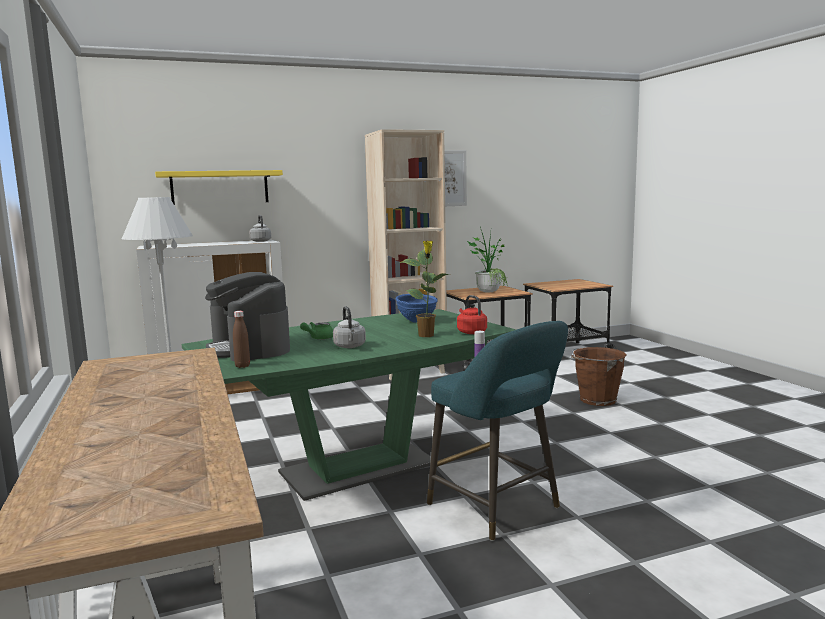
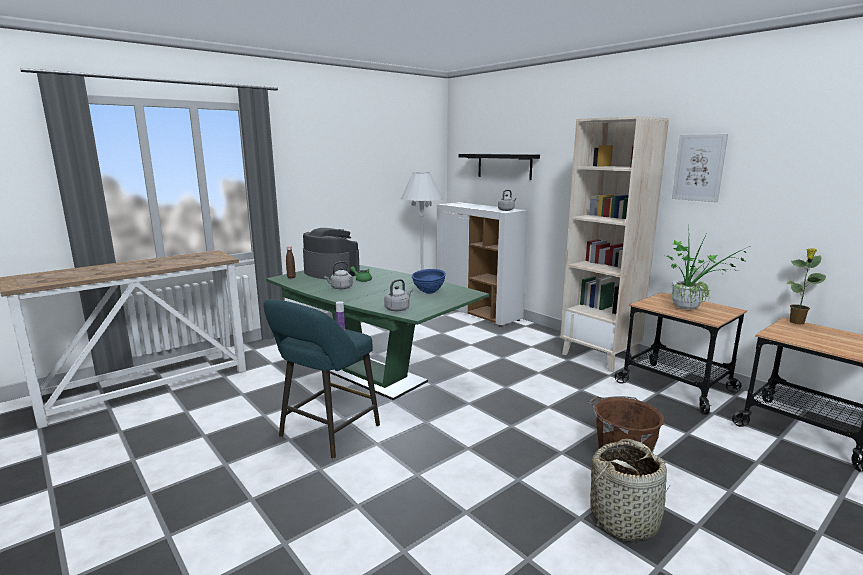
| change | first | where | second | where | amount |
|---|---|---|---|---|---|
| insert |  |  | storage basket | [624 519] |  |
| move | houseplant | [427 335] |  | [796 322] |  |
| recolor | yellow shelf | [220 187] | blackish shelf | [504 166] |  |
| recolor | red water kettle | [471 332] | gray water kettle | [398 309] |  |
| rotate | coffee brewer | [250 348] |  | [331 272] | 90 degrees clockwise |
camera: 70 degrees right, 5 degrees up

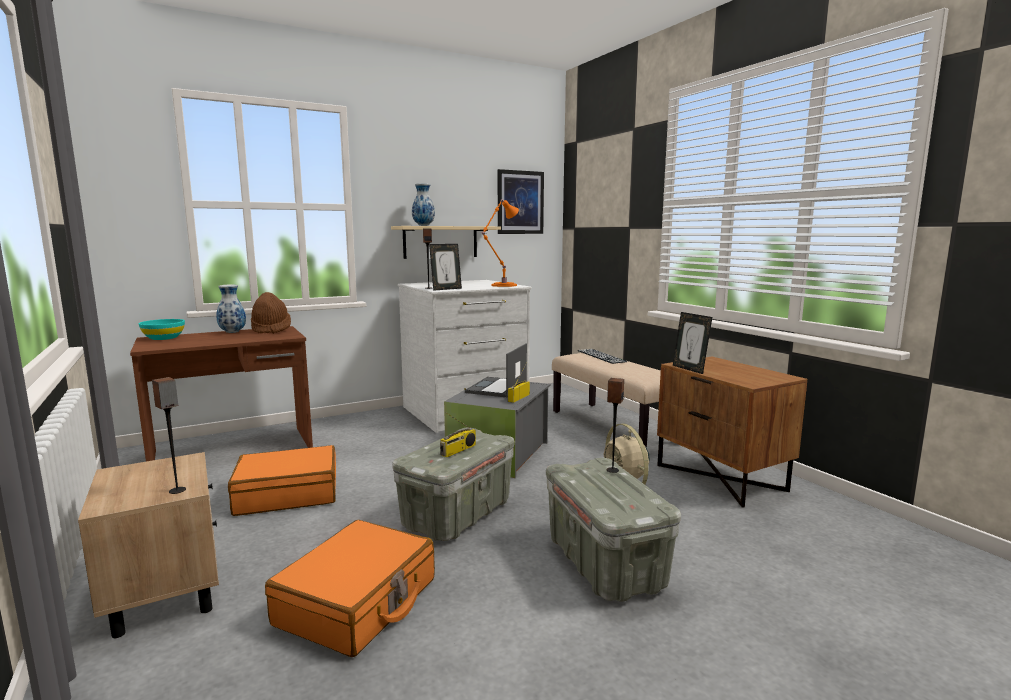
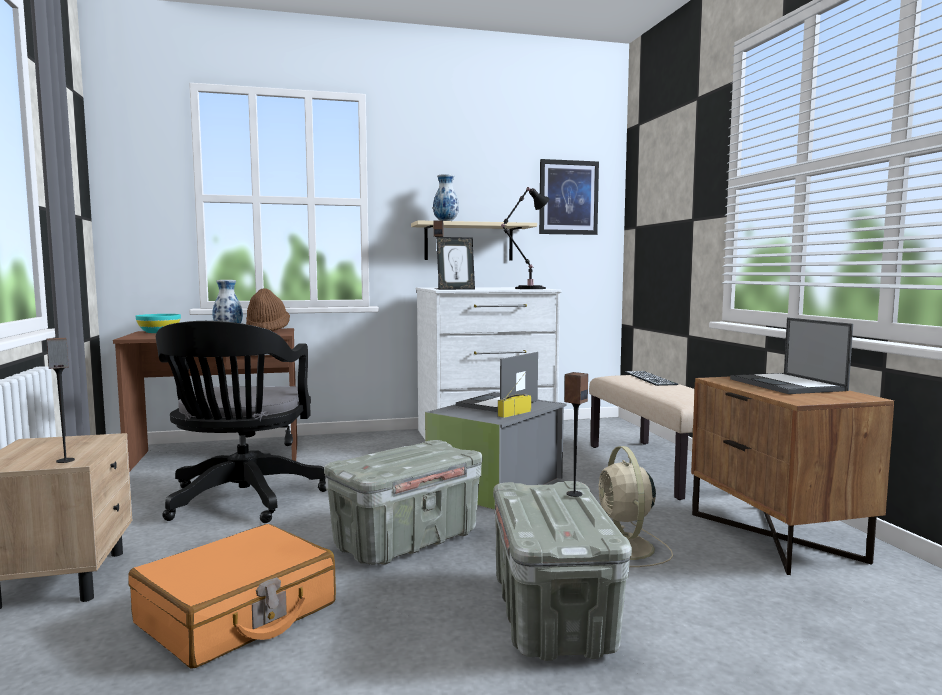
| change | first | where | second | where | amount |
|---|---|---|---|---|---|
| delete | radio | [458 450] |  |  |  |
| delete | picture frame | [689 369] |  |  |  |
| insert |  |  | laptop | [788 385] |  |
| replace | orangey suitcase | [288 494] | blackish office chair | [241 501] |  |
| recolor | orangey lamp for a table | [502 285] | blackish lamp for a table | [527 288] |  |
camera: 15 degrees right, 5 degrees down

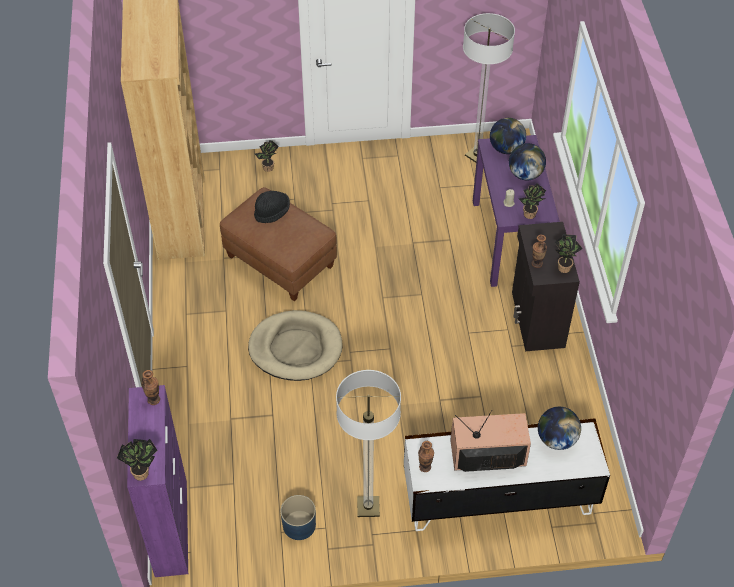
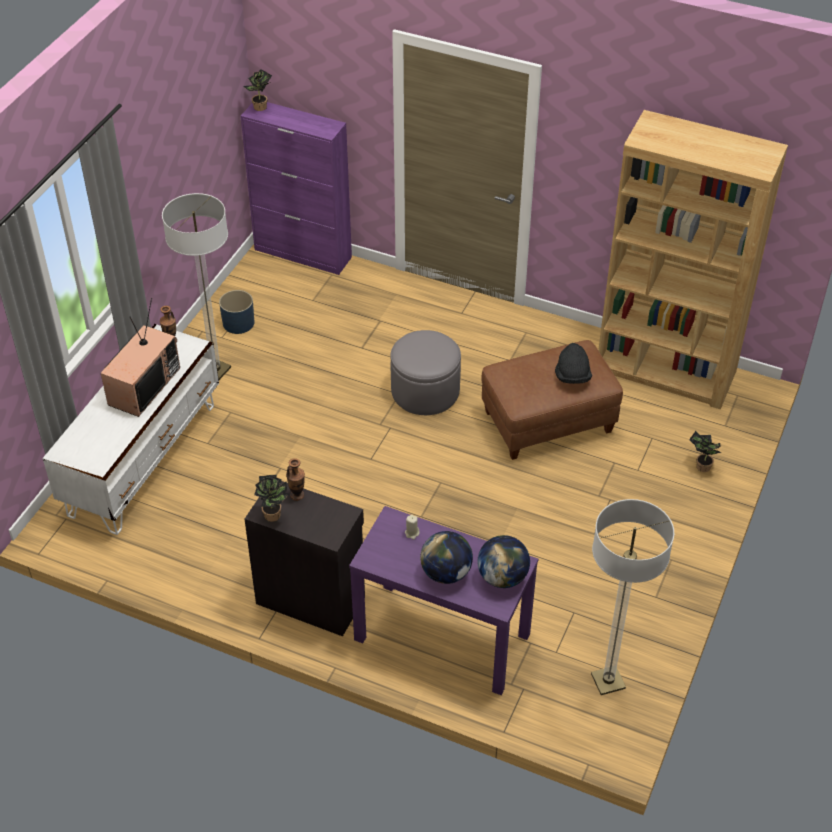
| change | first | where | second | where | amount |
|---|---|---|---|---|---|
| delete | vase | [153 400] |  |  |  |
| delete | houseplant | [530 216] |  |  |  |
| delete | desk globe | [556 439] |  |  |  |
| replace | sand-coloured pet bed | [295 348] | gray pouffe | [425 391] |  |
camera: 120 degrees right, 5 degrees down

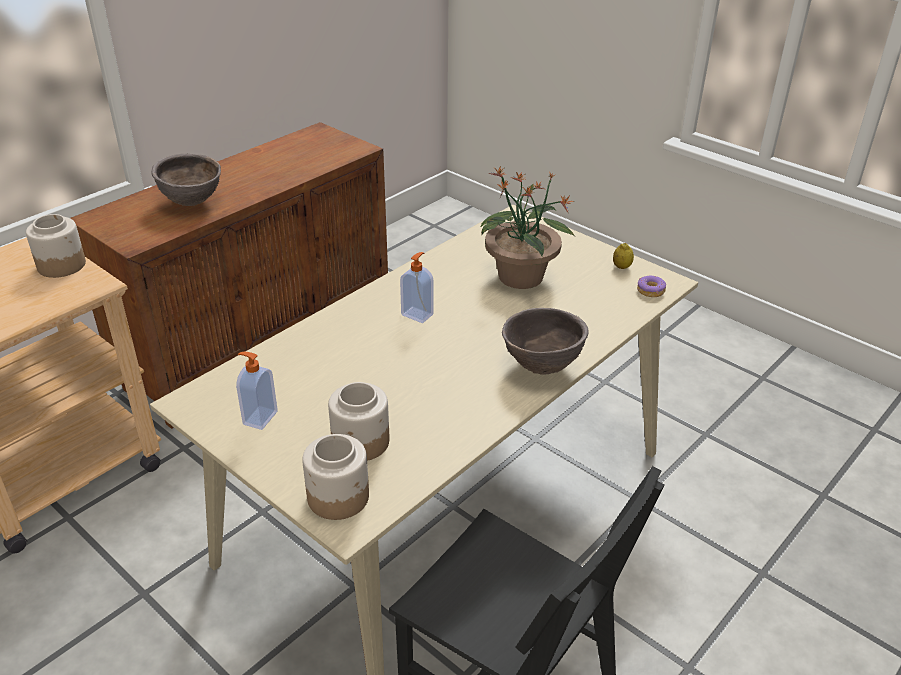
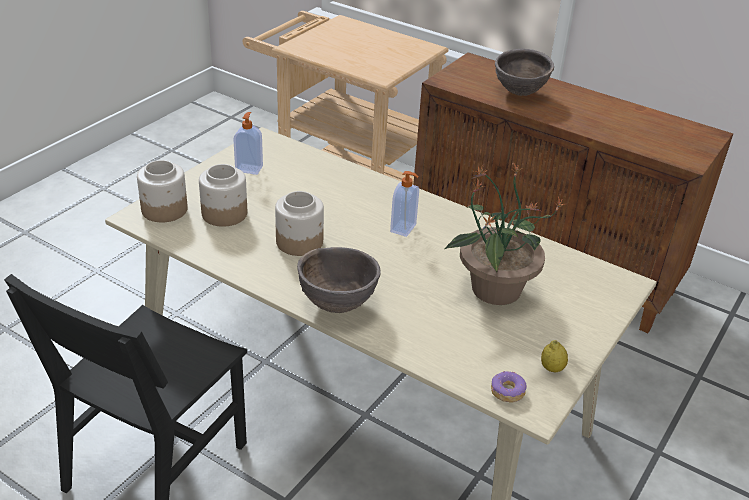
| change | first | where | second | where | amount |
|---|---|---|---|---|---|
| move | jar | [62 265] |  | [300 242] |  |
camera: 80 degrees right, 0 degrees up

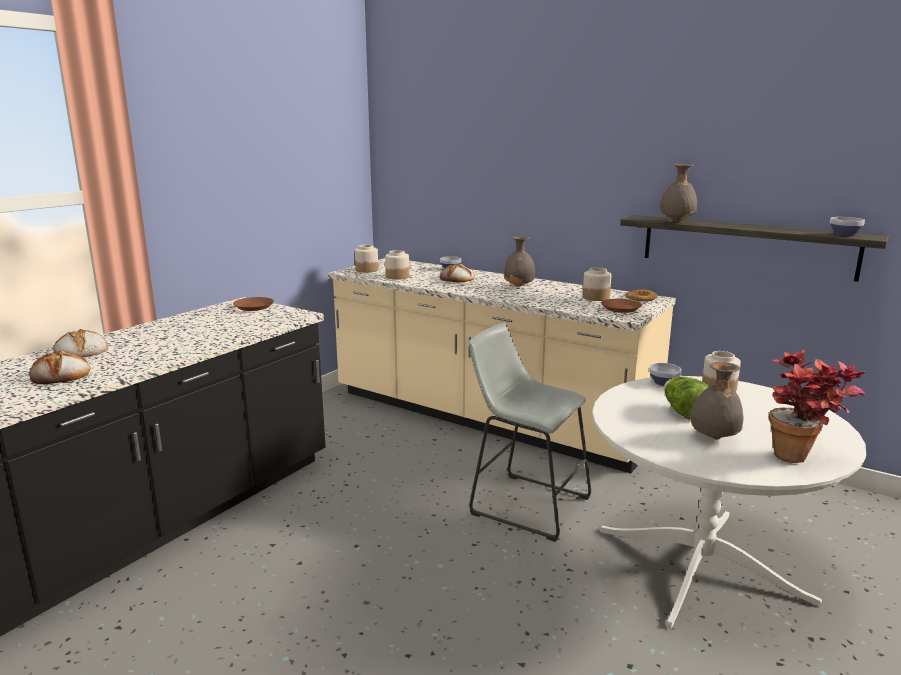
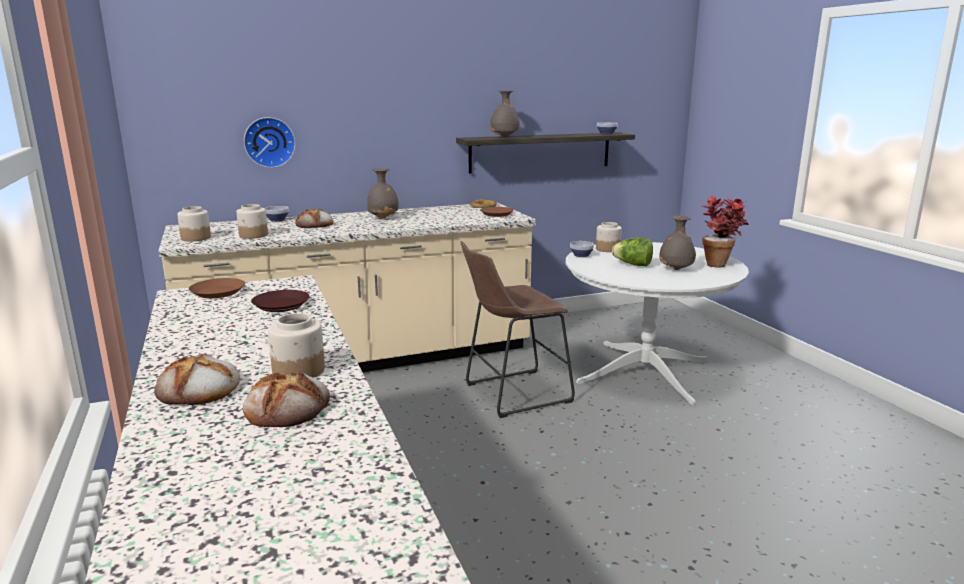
| change | first | where | second | where | amount |
|---|---|---|---|---|---|
| insert |  |  | wall clock | [269 142] |  |
| insert |  |  | brown dinner plate | [281 305] |  |
| move | jar | [595 297] |  | [298 371] |  |
| recolor | gray sitting stool | [524 503] | brown sitting stool | [512 394] |  |
camera: 55 degrees left, 0 degrees up

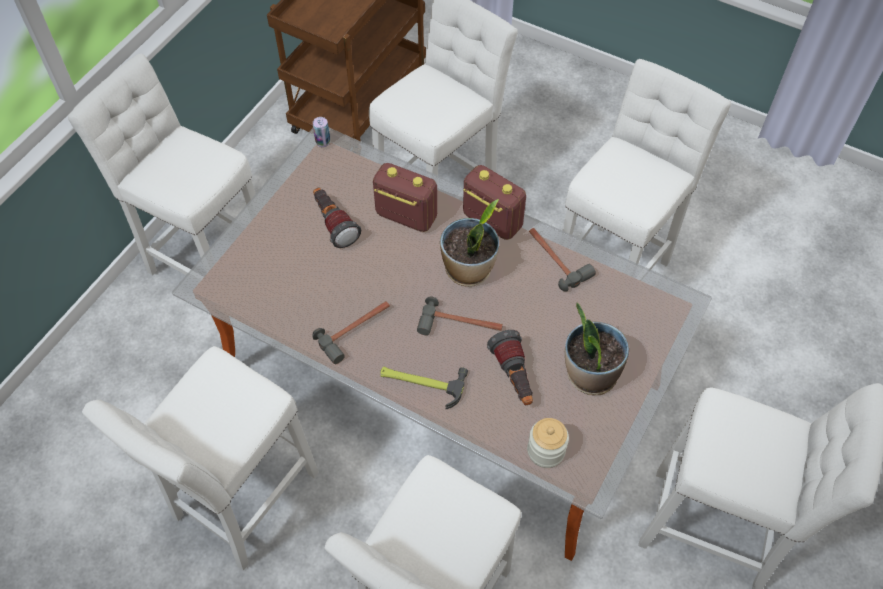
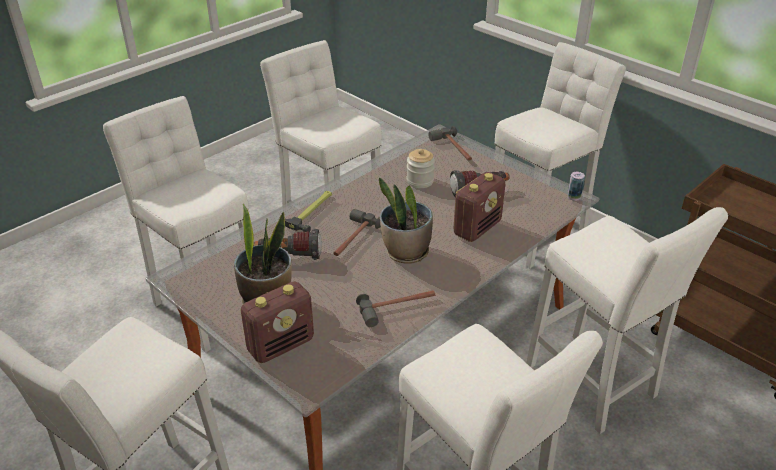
| change | first | where | second | where | amount |
|---|---|---|---|---|---|
| move | hammer | [356 330] |  | [453 149] |  |
| move | radio | [491 221] |  | [281 345] |  |
| move | jar | [546 451] |  | [420 181] |  |
camera: 105 degrees right, 20 degrees down

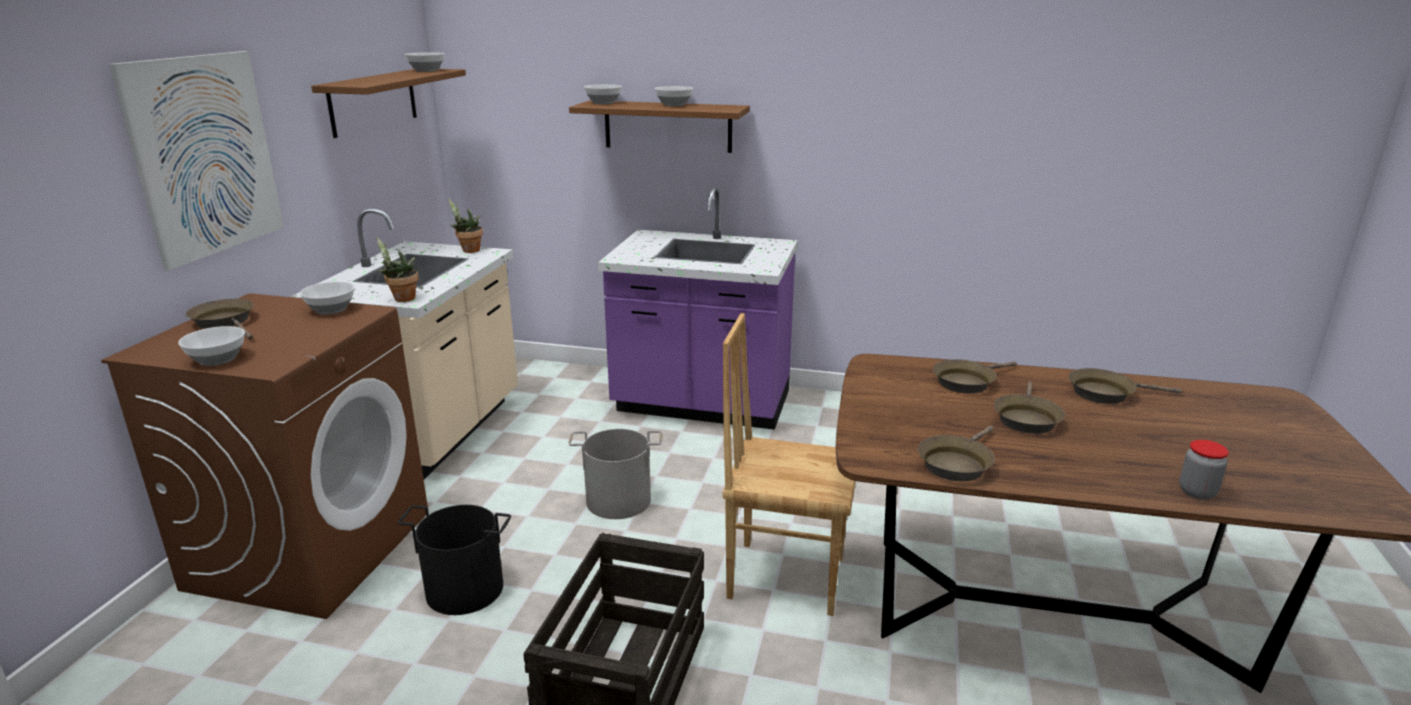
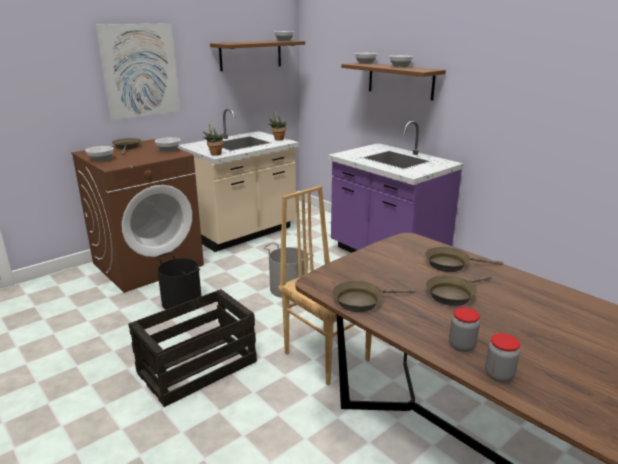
| change | first | where | second | where | amount |
|---|---|---|---|---|---|
| delete | brown frying pan | [1106 393] |  |  |  |
| insert |  |  | jar | [462 346] |  |
camera: 35 degrees right, 0 degrees up

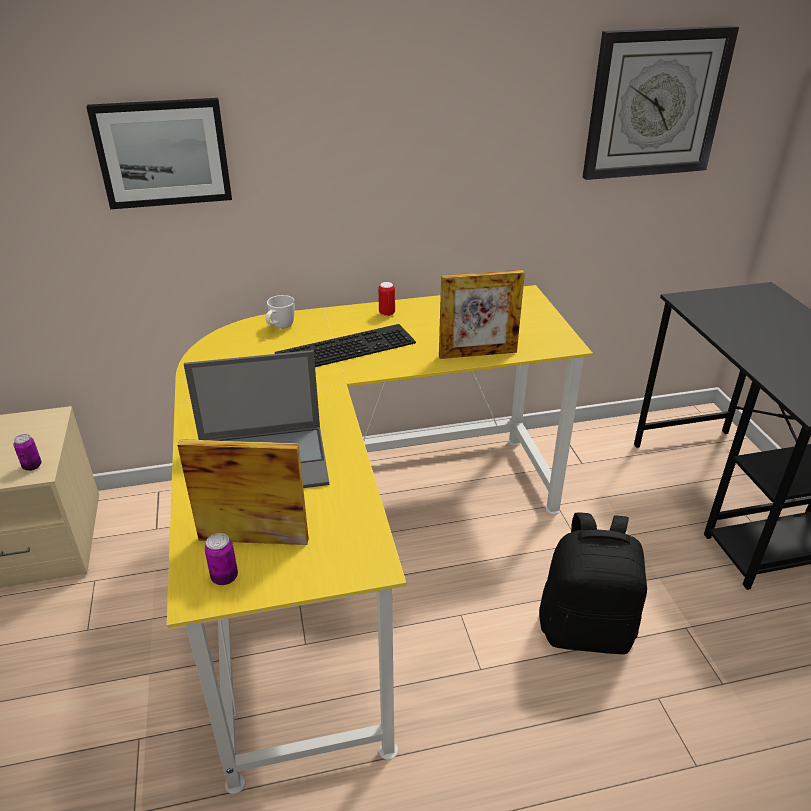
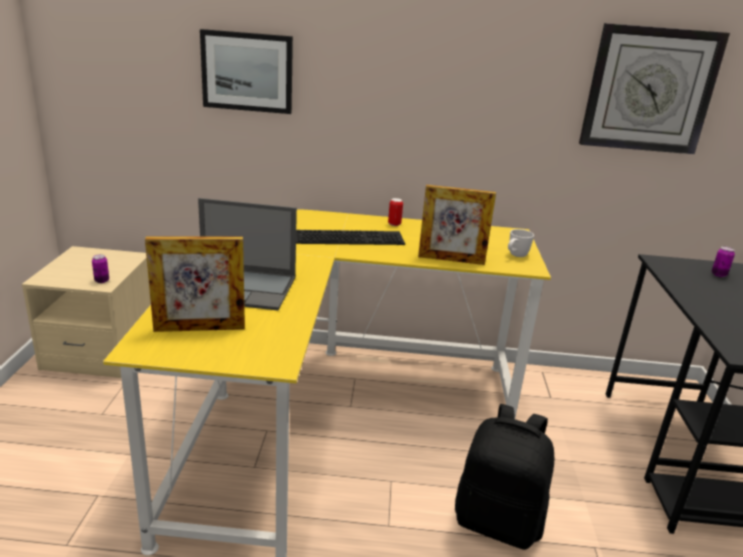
| change | first | where | second | where | amount |
|---|---|---|---|---|---|
| move | sealed can | [224 577] |  | [718 275] |  |
| move | whitish mug | [280 328] |  | [515 256] |  |
| rotate | picture frame | [253 539] |  | [199 328] | 150 degrees clockwise |
camera: 15 degrees right, 10 degrees down

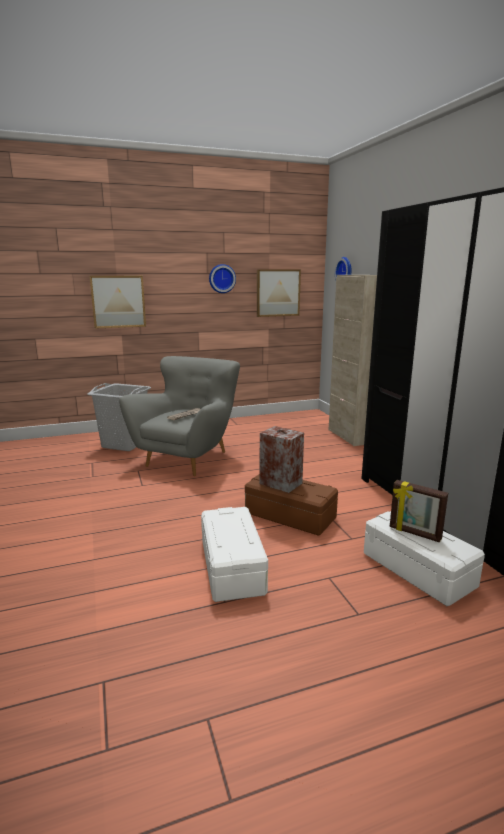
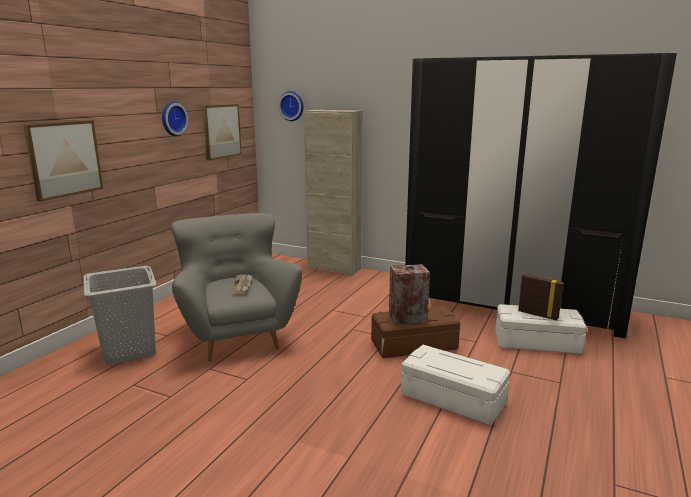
| change | first | where | second | where | amount |
|---|---|---|---|---|---|
| rotate | picture frame | [414 533] |  | [538 315] | 135 degrees counterclockwise |
camera: 45 degrees left, 0 degrees up

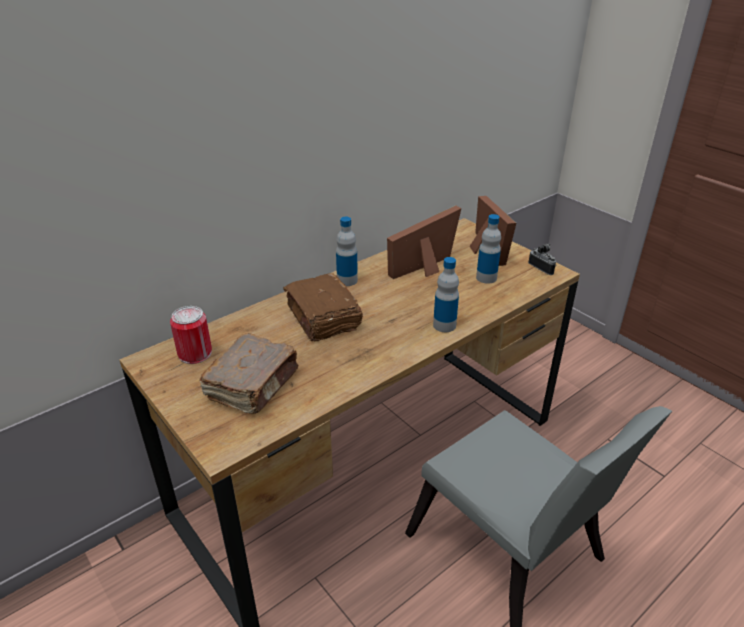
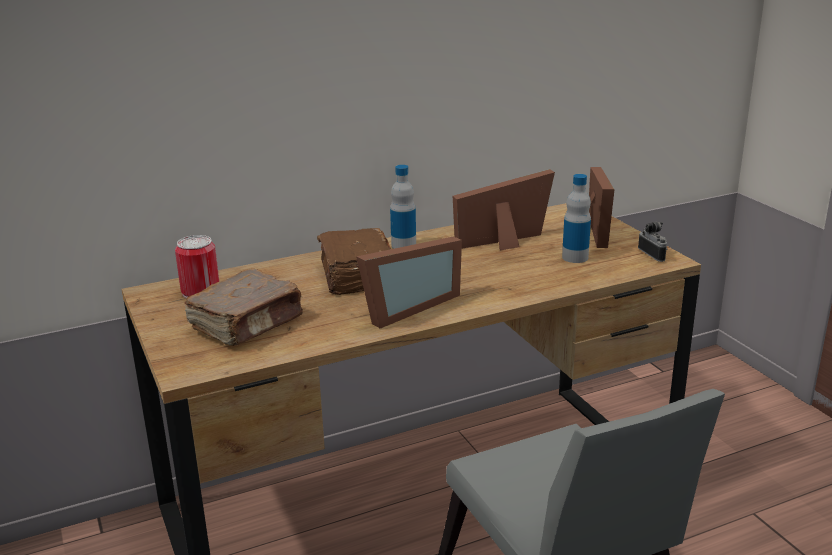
| change | first | where | second | where | amount |
|---|---|---|---|---|---|
| delete | beverage bottle | [444 325] |  |  |  |
| insert |  |  | picture frame | [405 307] |  |
camera: 15 degrees right, 10 degrees down

